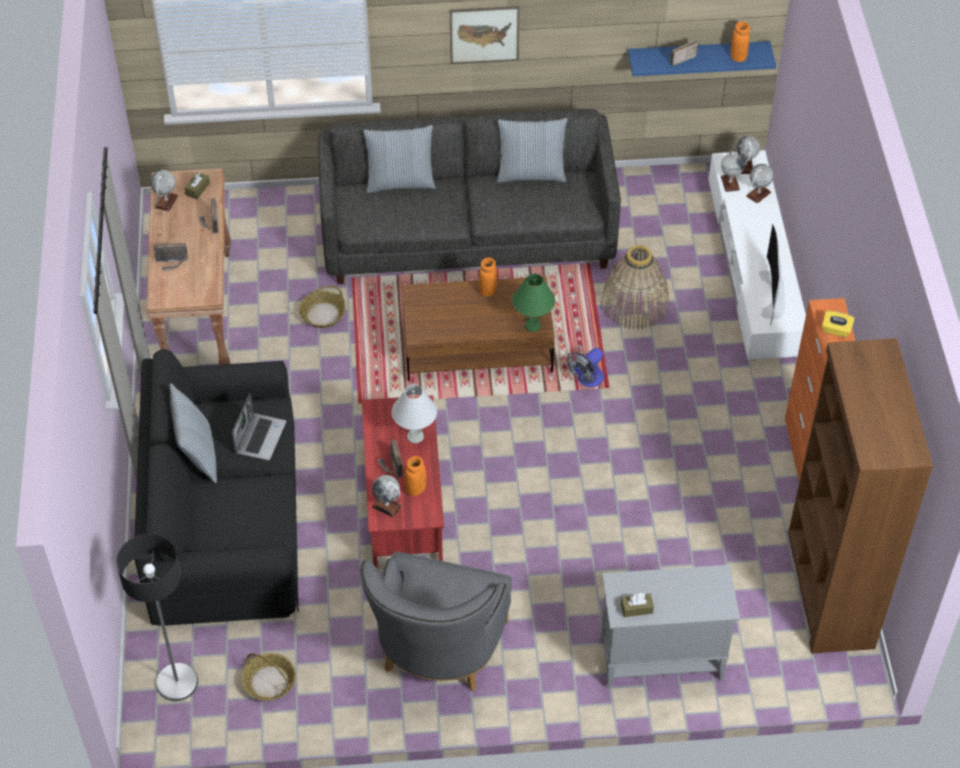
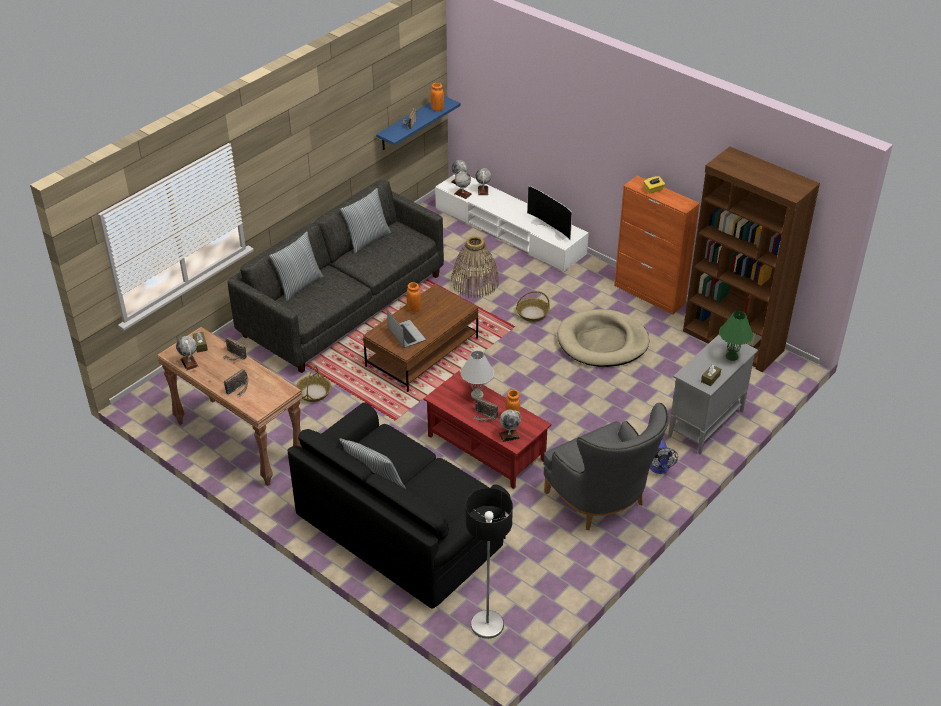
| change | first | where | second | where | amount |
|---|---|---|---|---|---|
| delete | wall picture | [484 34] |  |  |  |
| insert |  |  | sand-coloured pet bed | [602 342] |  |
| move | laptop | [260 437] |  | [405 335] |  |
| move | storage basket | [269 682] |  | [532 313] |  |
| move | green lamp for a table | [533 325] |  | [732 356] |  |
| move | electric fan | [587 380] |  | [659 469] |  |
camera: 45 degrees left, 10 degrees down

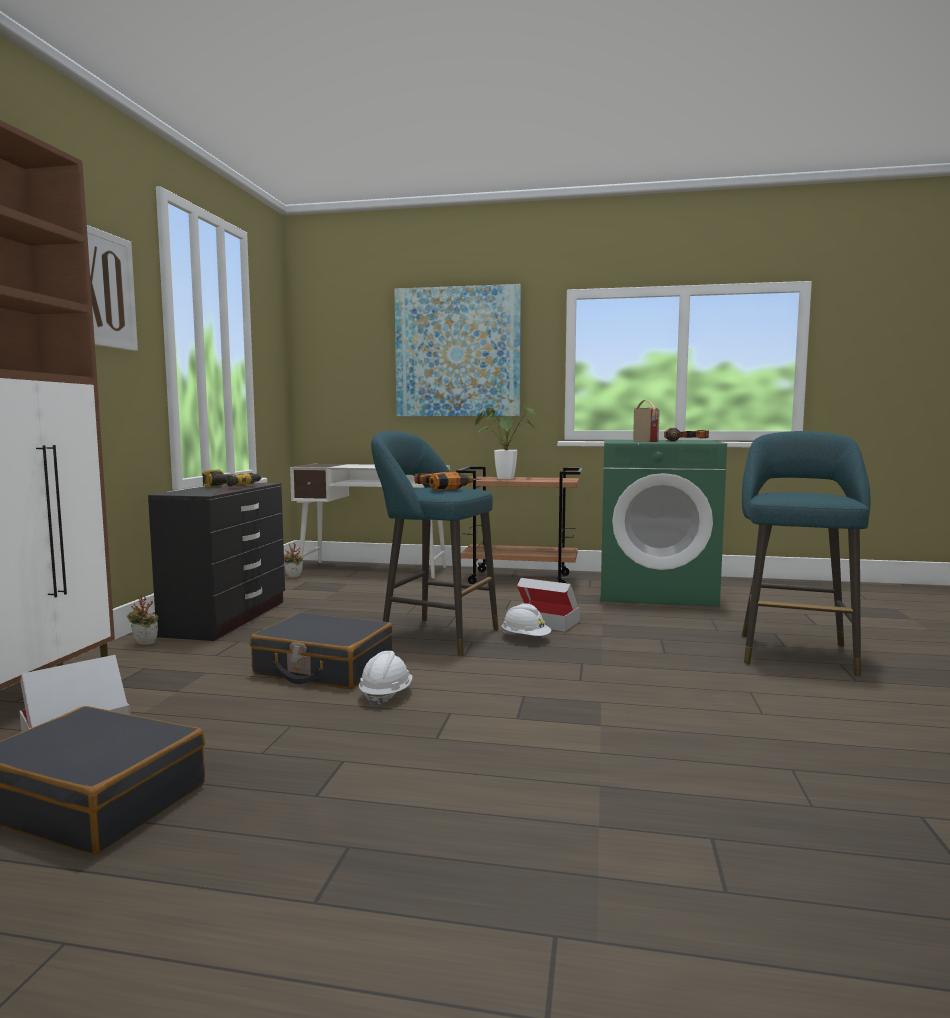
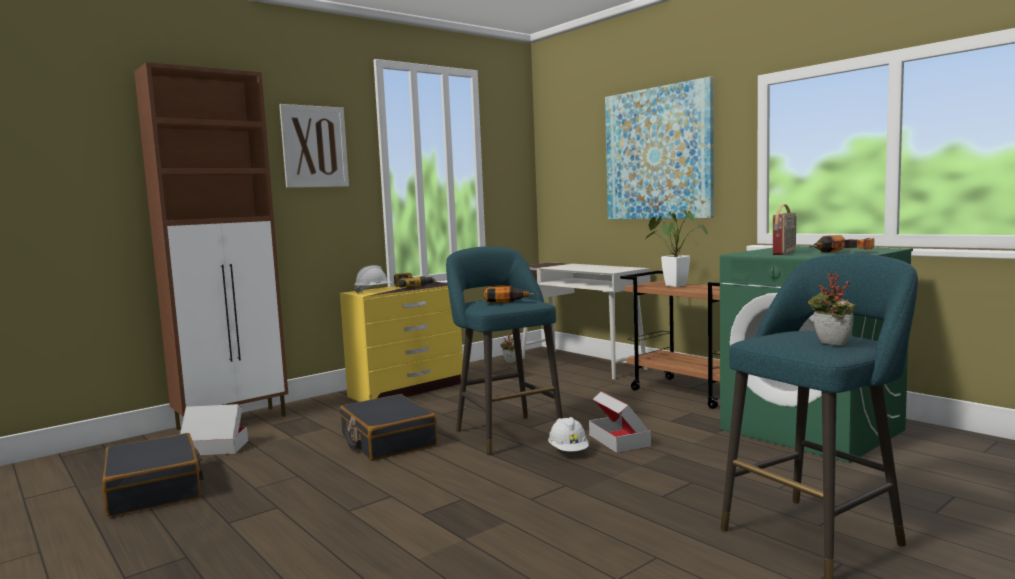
| change | first | where | second | where | amount |
|---|---|---|---|---|---|
| move | houseplant | [143 644] |  | [830 344] |  |
| move | whitish work helmet | [386 695] |  | [373 291] |  |
| recolor | blackish drawer chest | [228 618] | yellow drawer chest | [408 390] |  |
camera: 40 degrees right, 0 degrees up

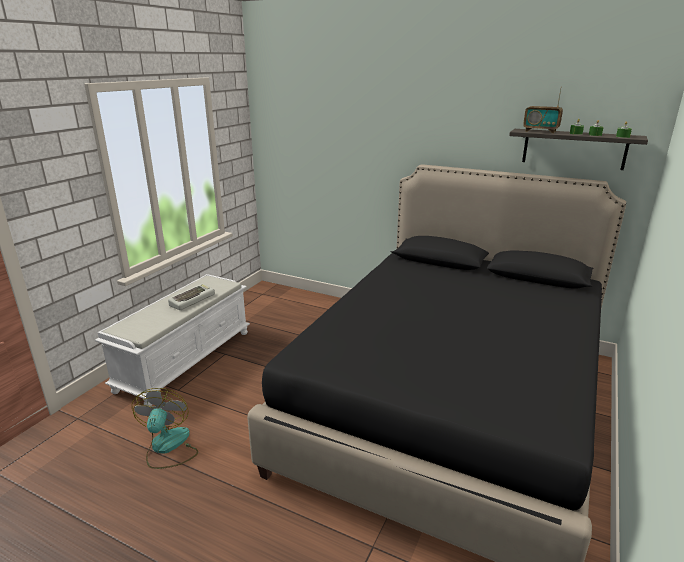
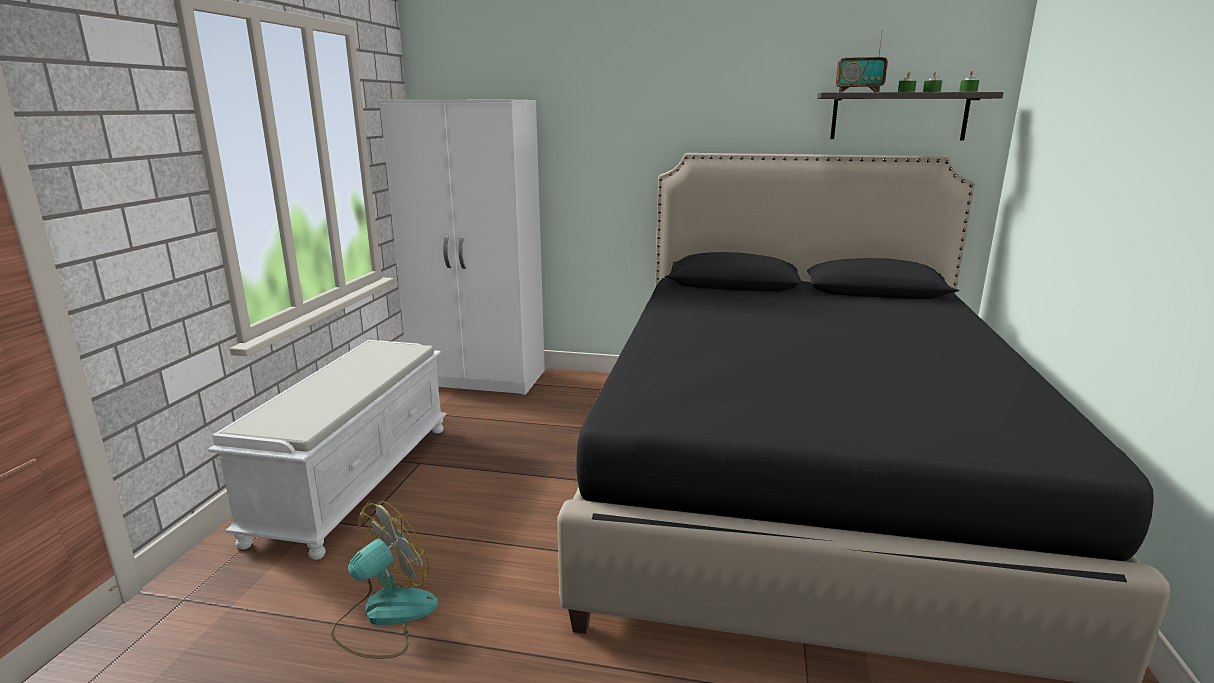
| change | first | where | second | where | amount |
|---|---|---|---|---|---|
| delete | computer keyboard | [192 300] |  |  |  |
| insert |  |  | whitish wardrobe | [479 378] |  |
| rotate | electric fan | [168 447] |  | [385 616] | 60 degrees clockwise |
camera: 15 degrees left, 5 degrees down

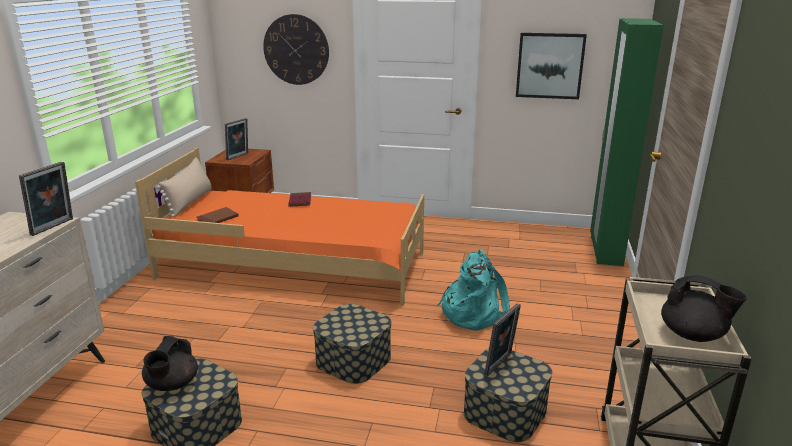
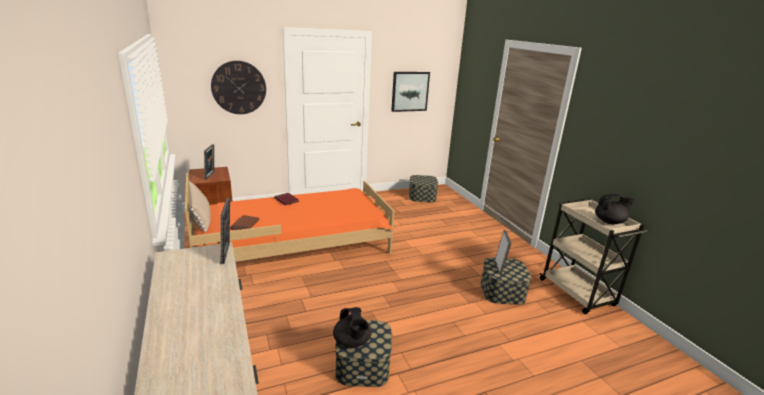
| change | first | where | second | where | amount |
|---|---|---|---|---|---|
| delete | turquoise-coloured backpack | [474 313] |  |  |  |
| delete | green wardrobe | [605 251] |  |  |  |
| move | storage container | [353 359] |  | [422 196] |  |
camera: 35 degrees left, 0 degrees up

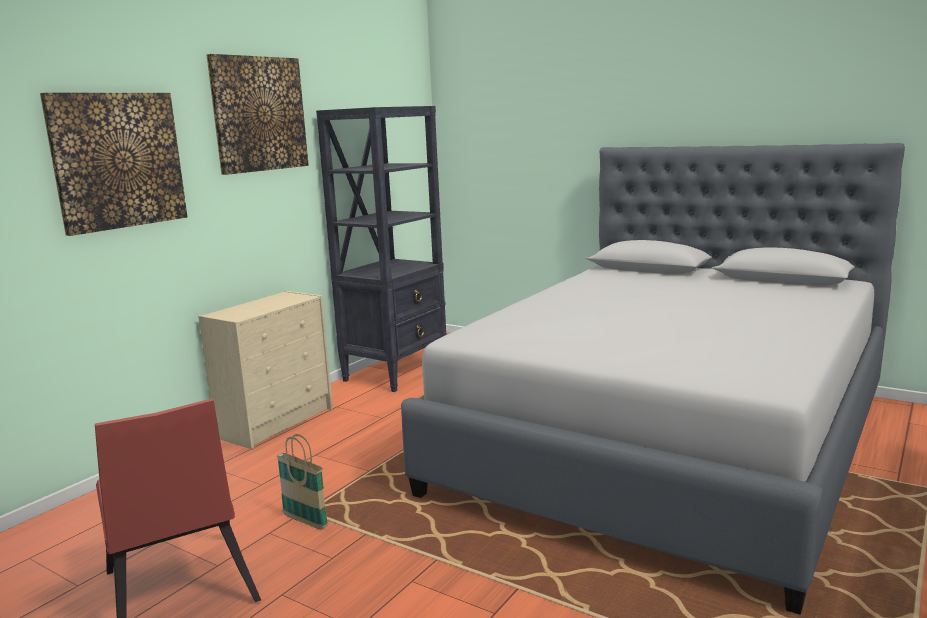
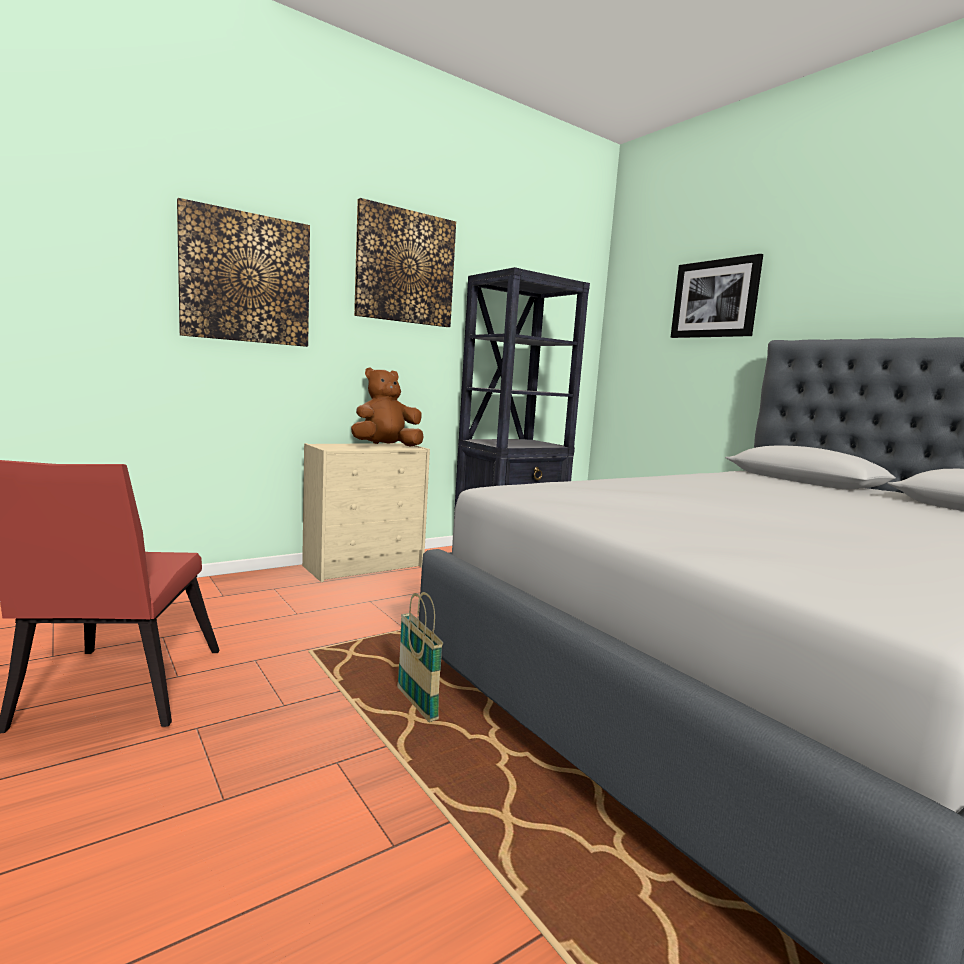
| change | first | where | second | where | amount |
|---|---|---|---|---|---|
| insert |  |  | brown plush toy | [386 446] |  |
| insert |  |  | wall picture | [715 299] |  |
| move | storage basket | [305 521] |  | [416 705] |  |
camera: 20 degrees right, 5 degrees down

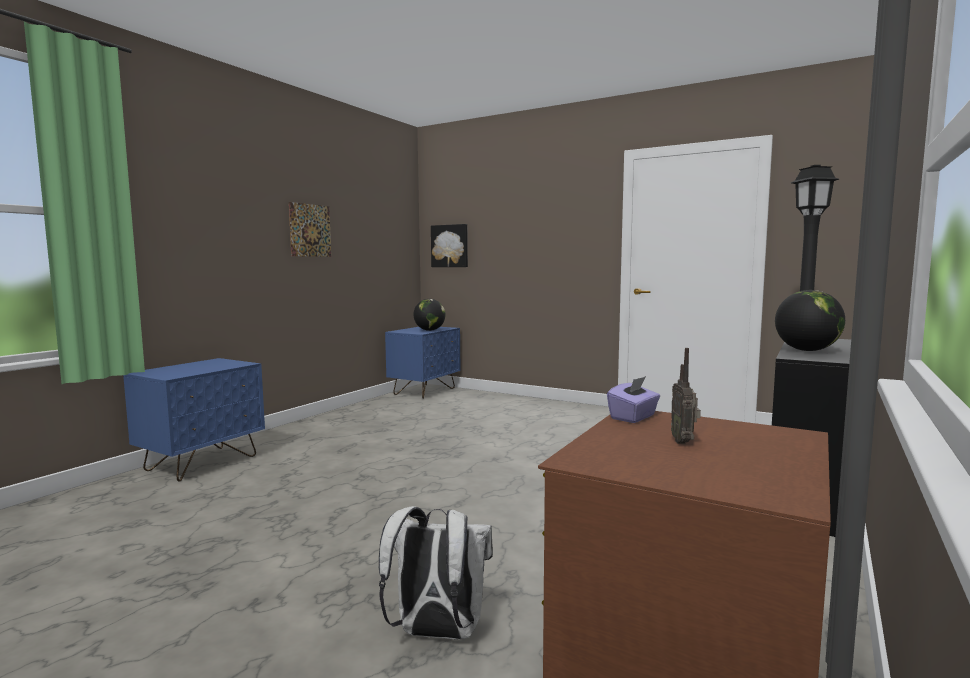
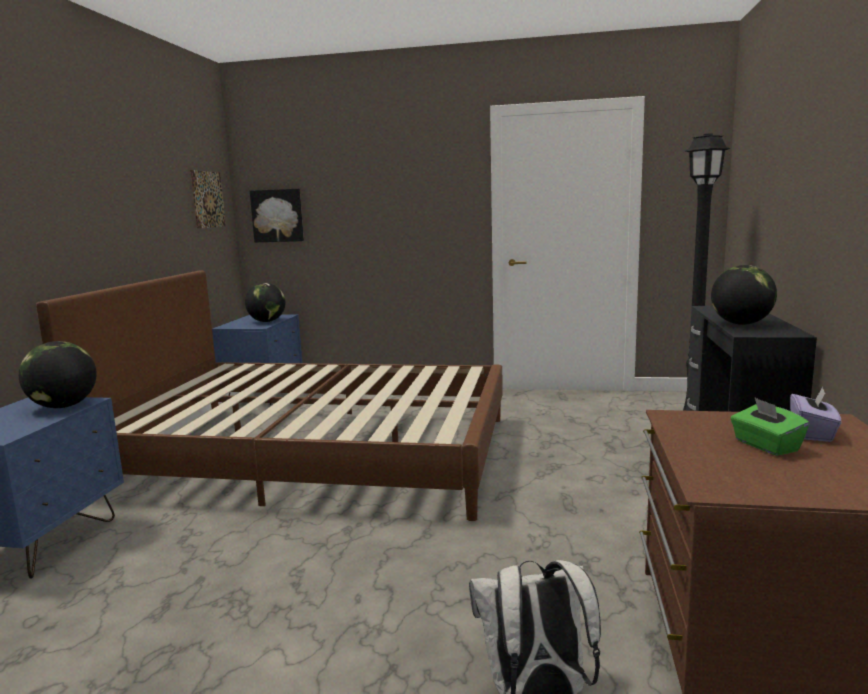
| change | first | where | second | where | amount |
|---|---|---|---|---|---|
| insert |  |  | desk globe | [63 406] |  |
| insert |  |  | brown bed | [314 454] |  |
| move | wall picture | [310 230] |  | [208 199] |  |
| move | purplish tissue box | [633 417] |  | [812 433] |  |
| replace | radio | [684 441] | green tissue box | [765 446] |  |
camera: 20 degrees left, 5 degrees up

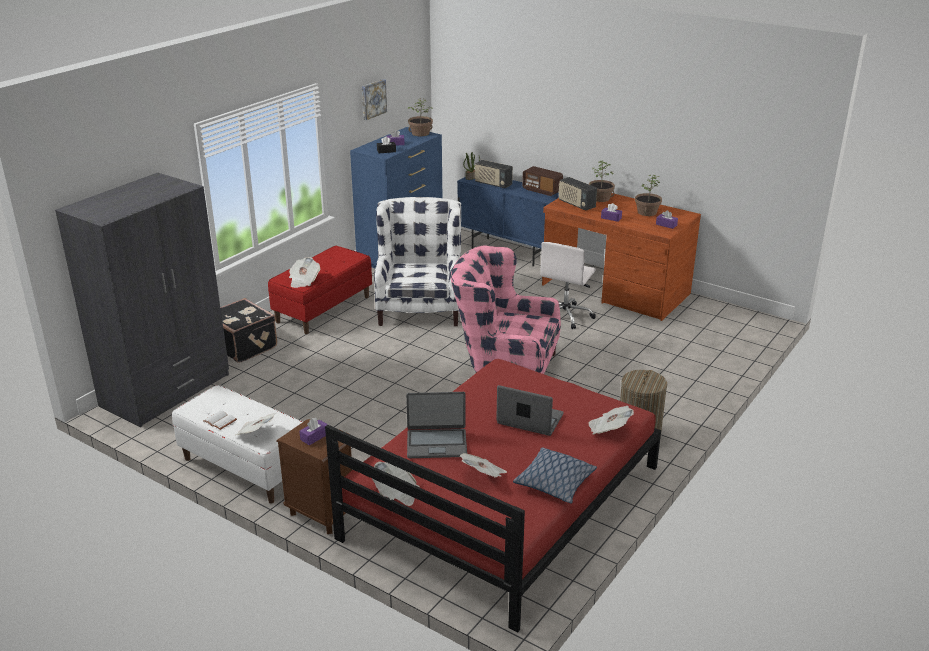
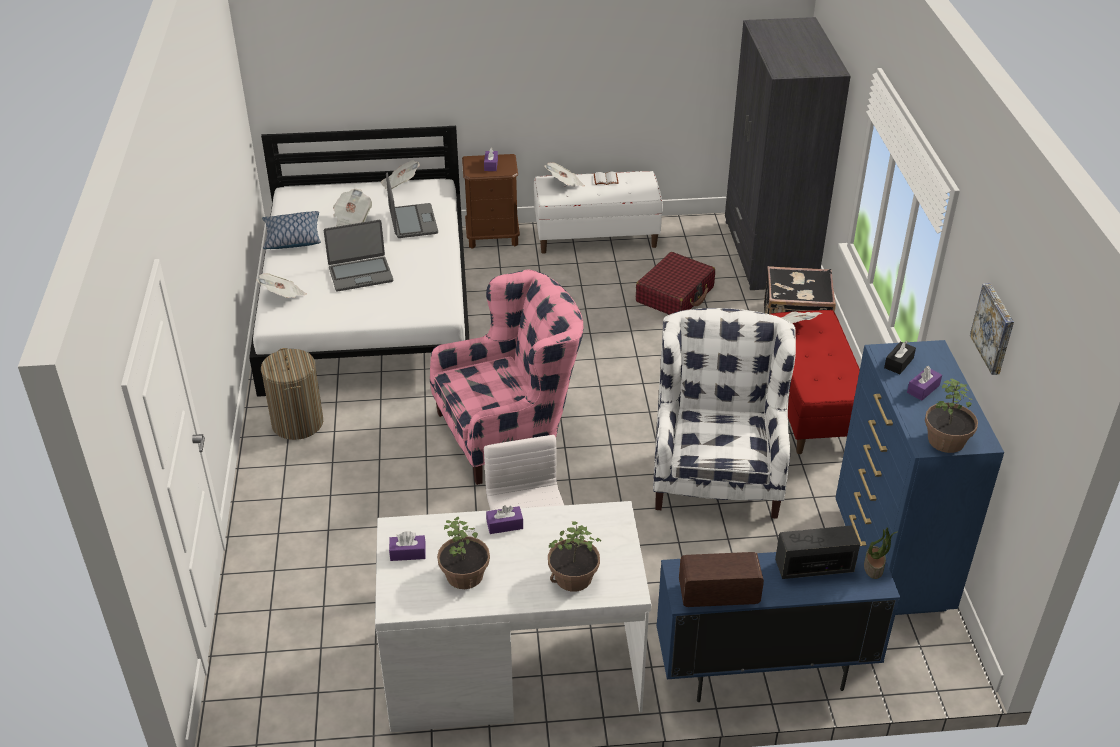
| change | first | where | second | where | amount |
|---|---|---|---|---|---|
| delete | radio | [576 204] |  |  |  |
| insert |  |  | red suitcase | [675 295] |  |
| recolor | red bed | [502 501] | whitish bed | [369 304] |  |
| recolor | brown desk table | [615 290] | whitish desk table | [512 667] |  |
| rotate | whitish easy chair | [420 307] |  | [717 472] | 135 degrees counterclockwise |
| rotate | laptop | [436 444] |  | [412 222] | 120 degrees clockwise |
camera: 140 degrees right, 10 degrees up

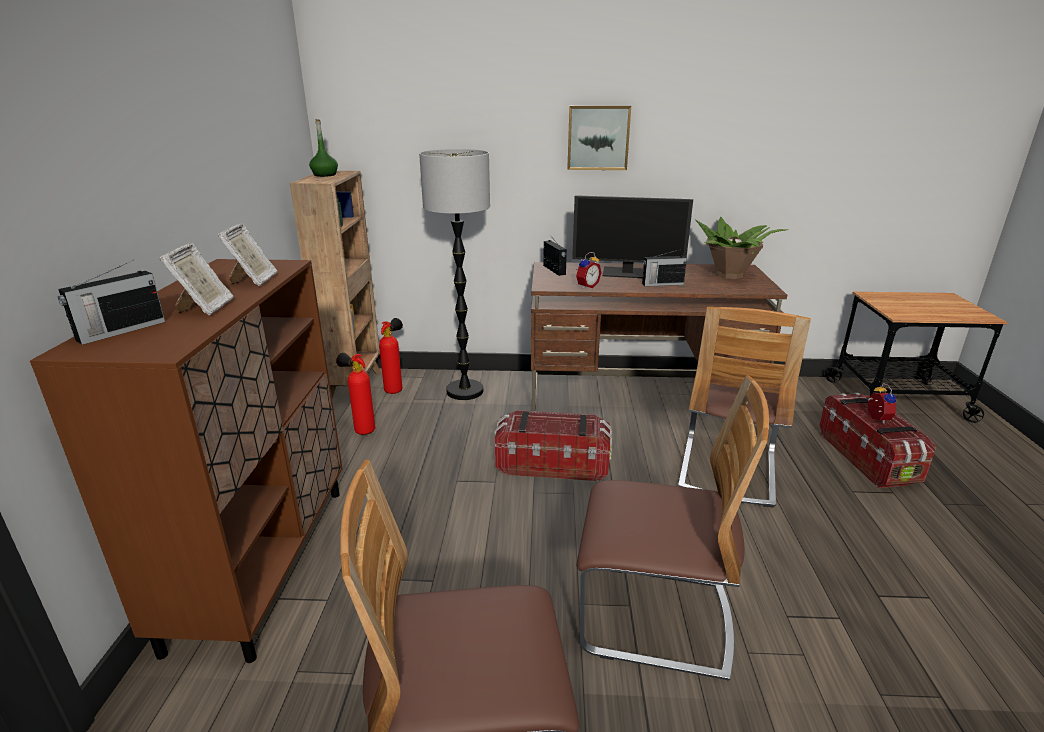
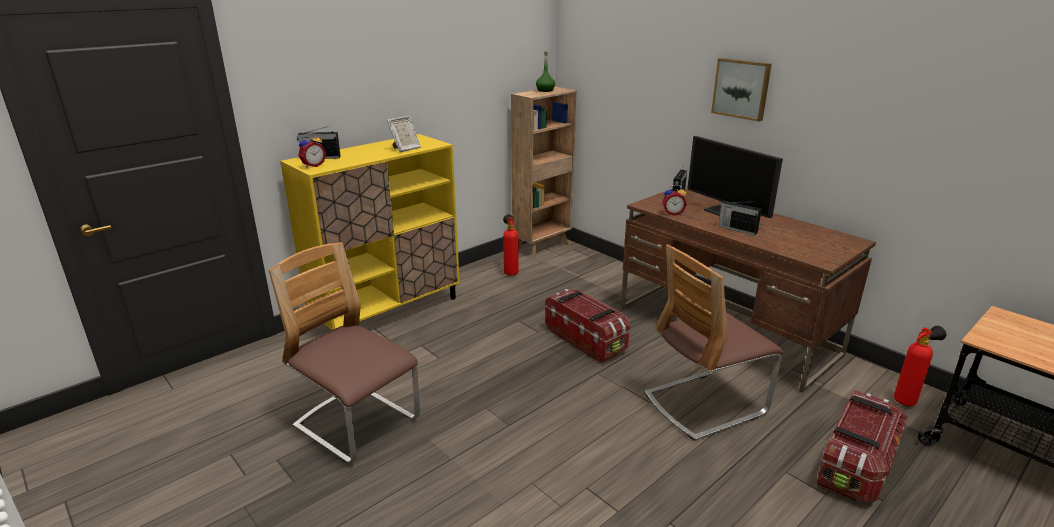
| change | first | where | second | where | amount |
|---|---|---|---|---|---|
| delete | picture frame | [205 308] |  |  |  |
| delete | floor lamp | [465 391] |  |  |  |
| delete | chair | [654 617] |  |  |  |
| delete | houseplant | [730 275] |  |  |  |
| move | fire extinguisher | [395 389] |  | [907 400] |  |
| move | alarm clock | [875 418] |  | [313 165] |  |
| recolor | brown cupboard | [263 561] | yellow cupboard | [388 311] |  |
camera: 45 degrees right, 0 degrees up

